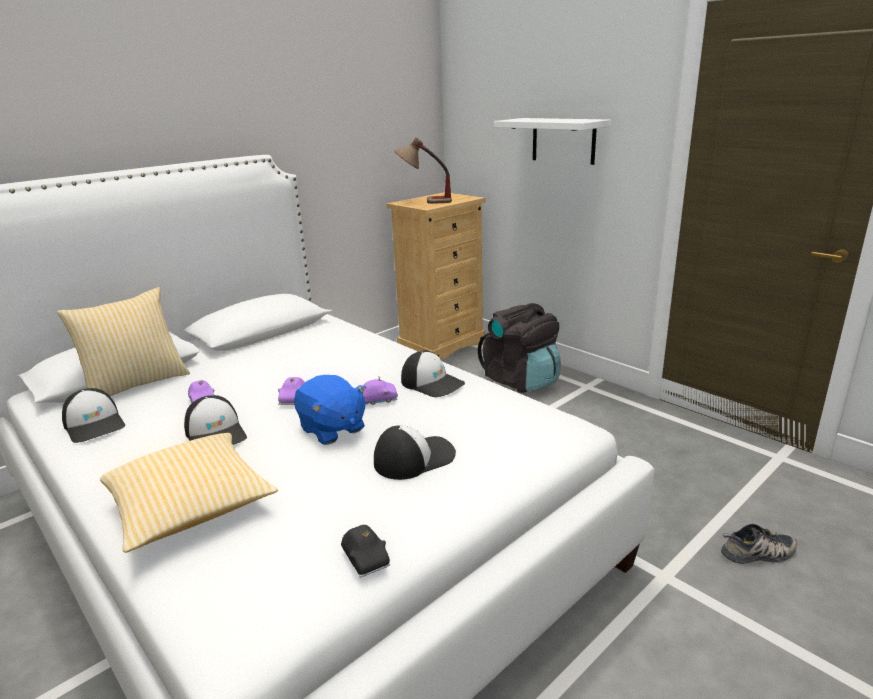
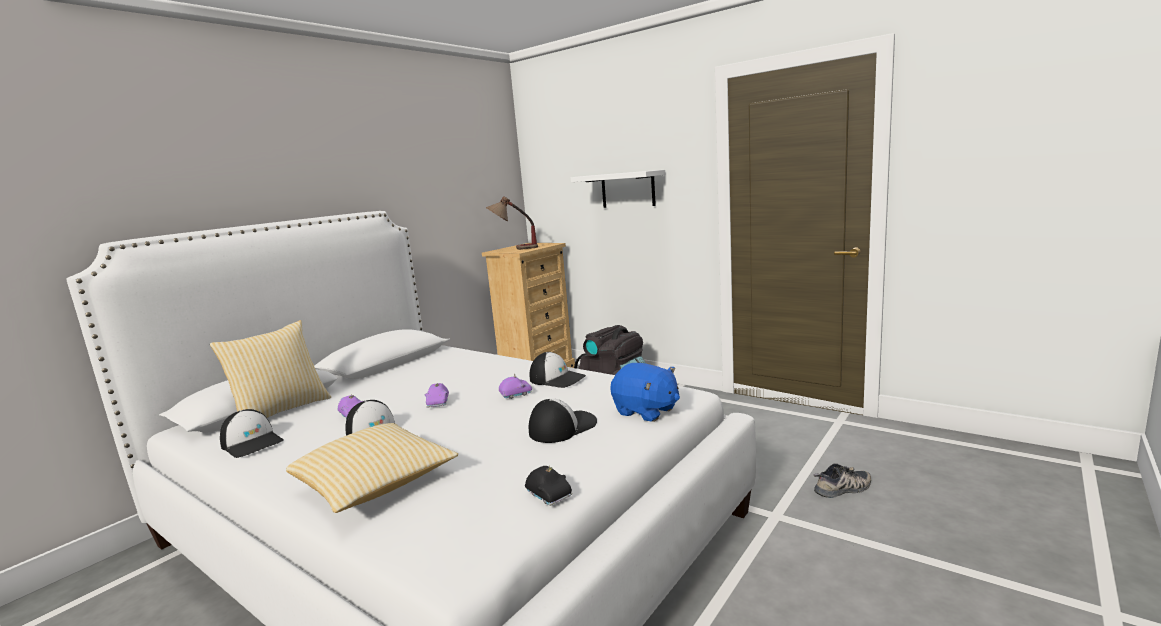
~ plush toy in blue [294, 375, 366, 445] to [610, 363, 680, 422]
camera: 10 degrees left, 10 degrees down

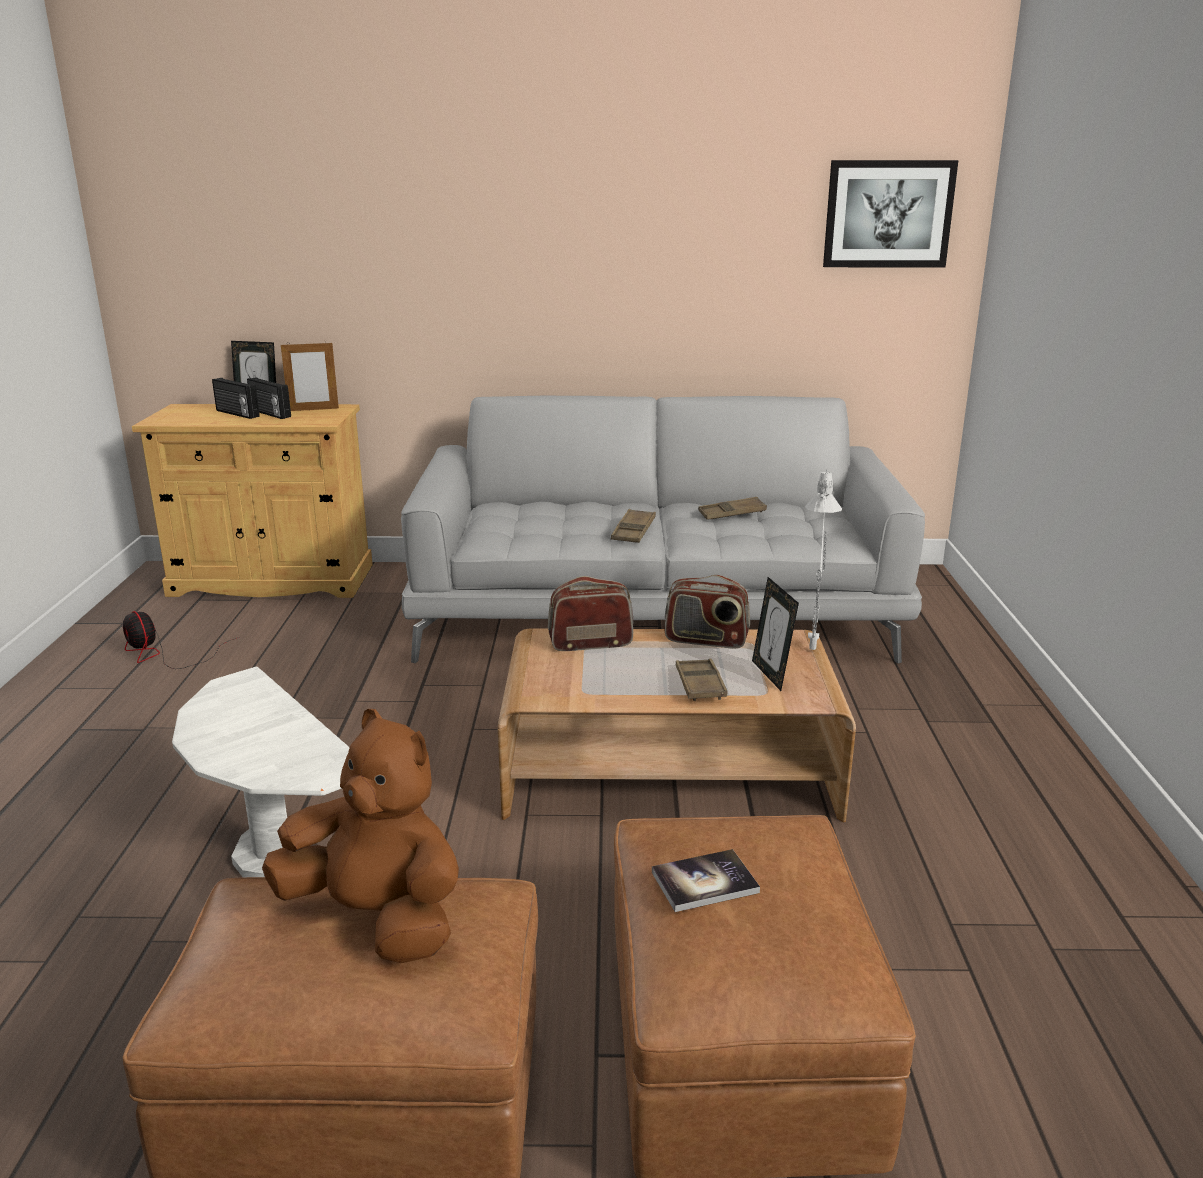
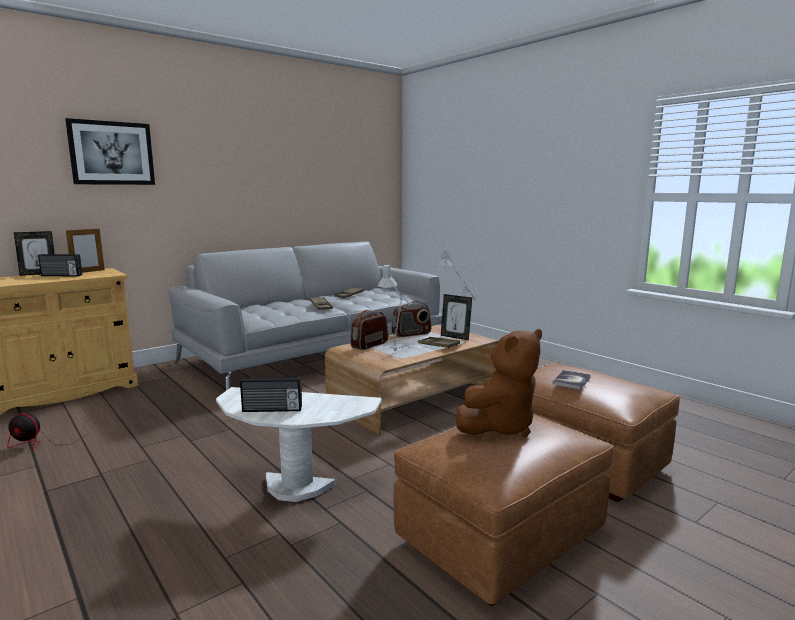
~ radio set [212, 378, 260, 419] to [240, 377, 302, 412]
~ plush toy in brown [262, 709, 459, 963] = [456, 329, 542, 437] 150 degrees clockwise
~ picture [823, 160, 958, 267] to [65, 118, 155, 185]
+ table lamp in gray [378, 264, 409, 351]
camera: 40 degrees left, 10 degrees down

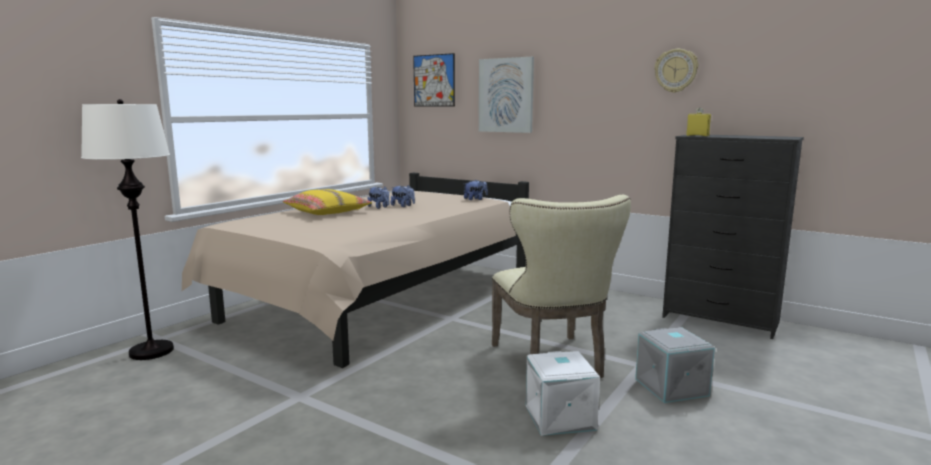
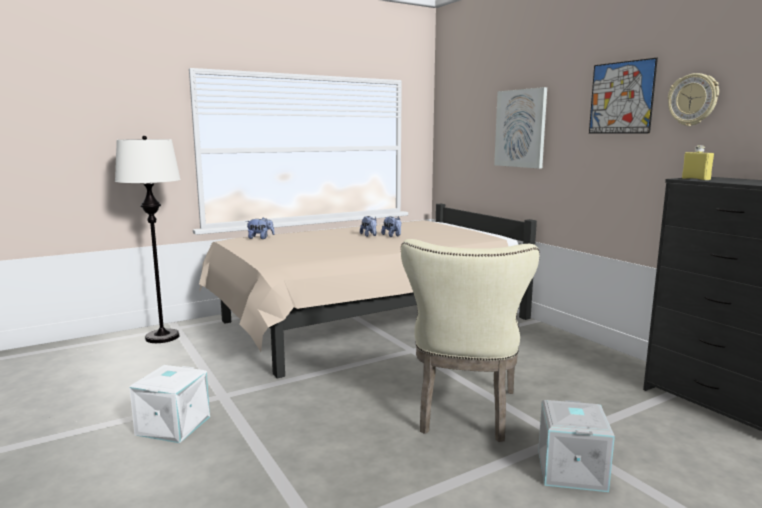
- cushion in yellow-coloured [283, 189, 372, 215]
~ picture [413, 53, 455, 106] to [589, 58, 658, 133]
~ plush toy [464, 179, 488, 200] to [246, 217, 275, 239]
~ storage bin in whitish [526, 351, 600, 436] to [129, 365, 210, 443]
camera: 25 degrees right, 0 degrees up

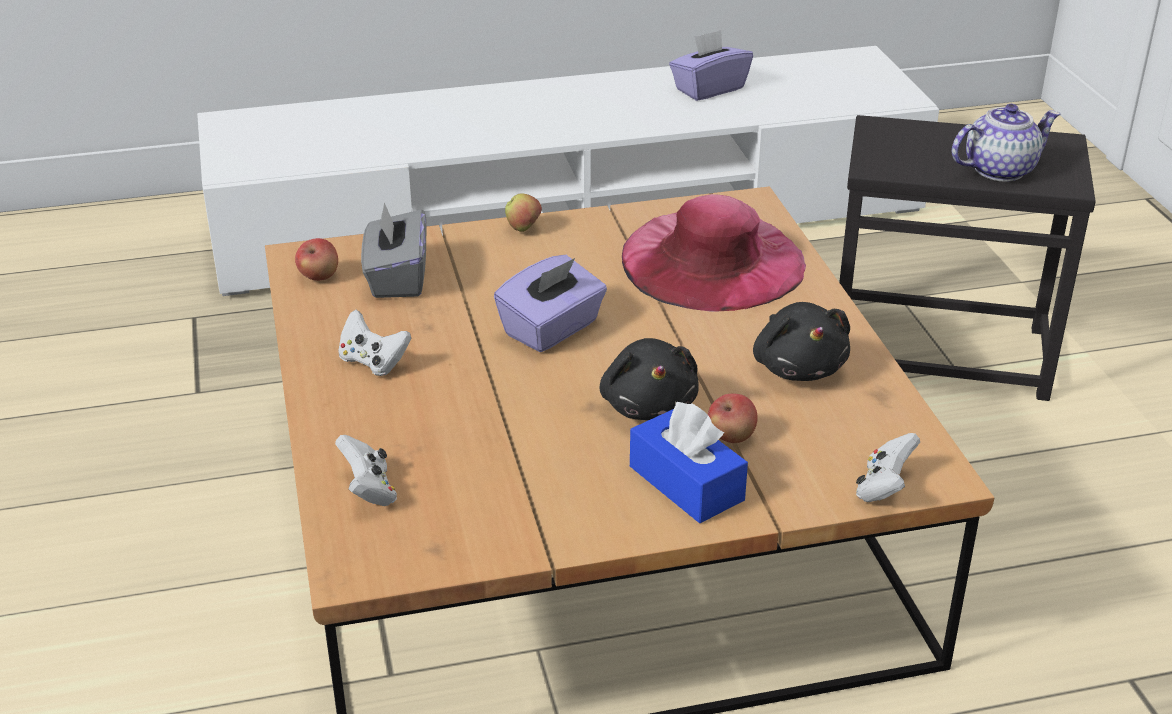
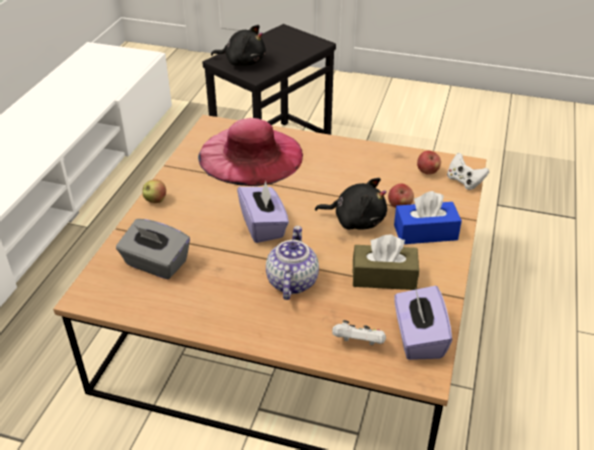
~ apple fruit [295, 238, 338, 281] to [417, 150, 441, 175]
- gamepad in whitish [338, 310, 411, 376]
~ box of tissues in purplish [669, 30, 753, 101] to [394, 286, 452, 360]
~ plush toy in black-coloured [753, 302, 850, 381] to [211, 25, 266, 66]
~ pot for tea [952, 104, 1060, 182] to [266, 226, 319, 300]
+ box of tissues in brown [353, 235, 419, 290]
camera: 60 degrees left, 5 degrees up

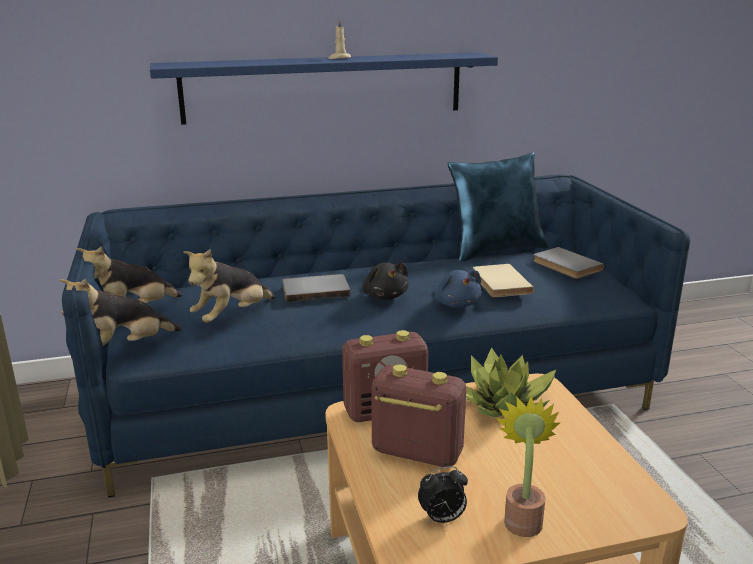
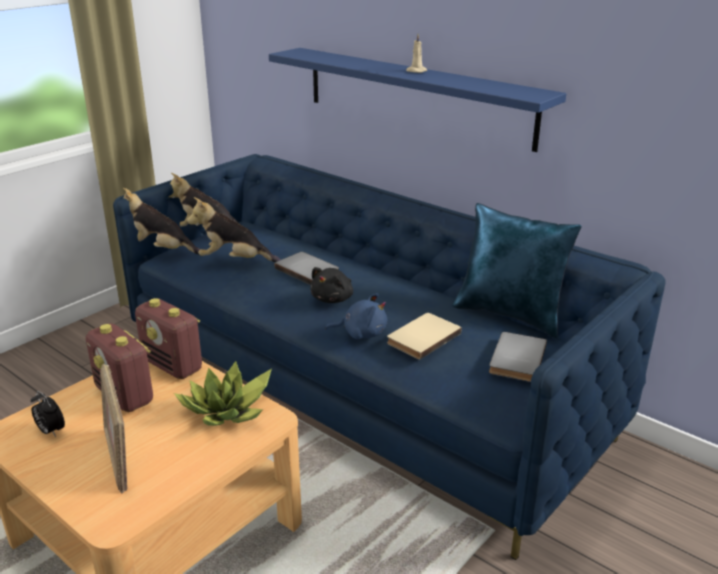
~ radio set [371, 365, 466, 467] = [86, 323, 153, 412] 150 degrees clockwise
~ plush toy in blue [434, 270, 482, 308] = [325, 293, 387, 339] 120 degrees counterclockwise
- potted plant [496, 397, 560, 537]
+ standing frame [100, 364, 127, 494]
camera: 55 degrees right, 5 degrees up

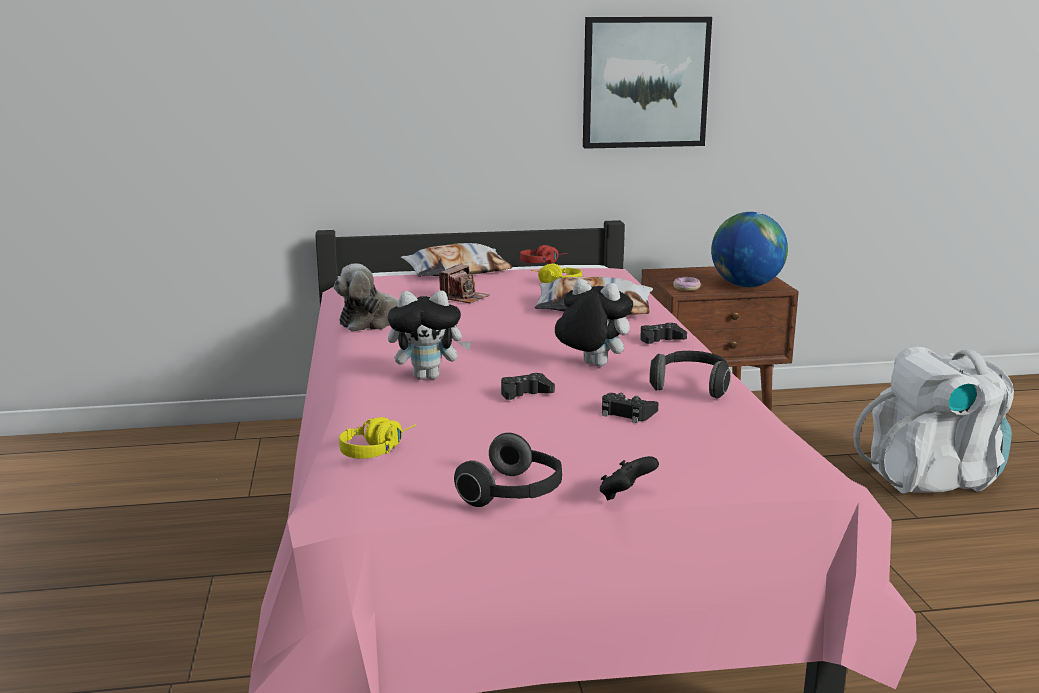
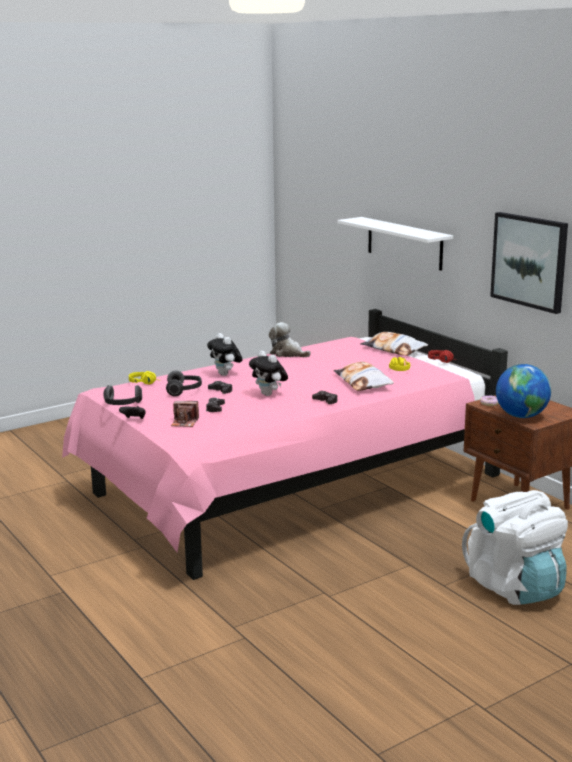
~ still camera [439, 264, 489, 304] to [171, 401, 199, 427]
~ plush toy [555, 279, 633, 366] = [249, 350, 288, 396] 135 degrees clockwise
~ headphones [649, 351, 731, 399] to [166, 371, 202, 396]
+ bracket shelf in whitish [337, 217, 453, 271]
camera: 65 degrees right, 0 degrees up

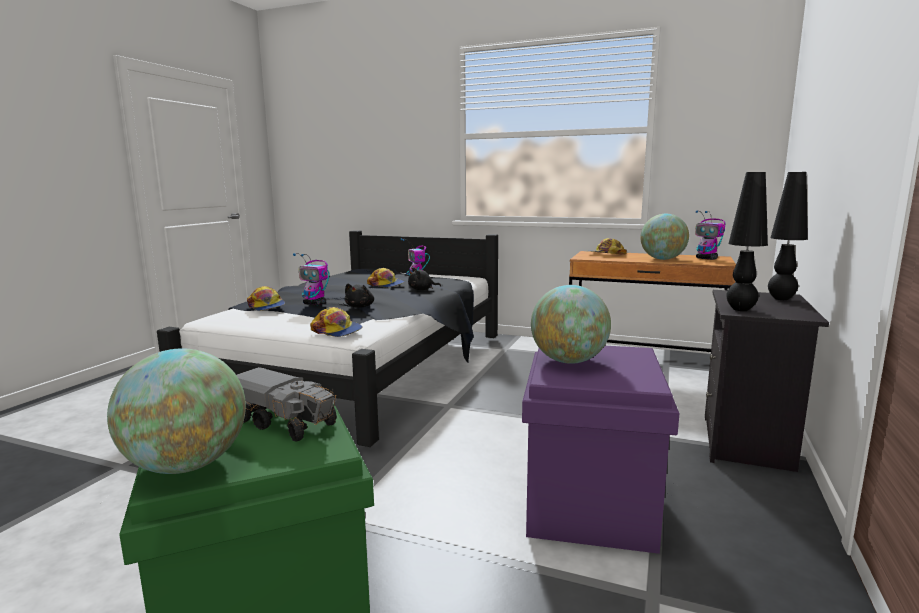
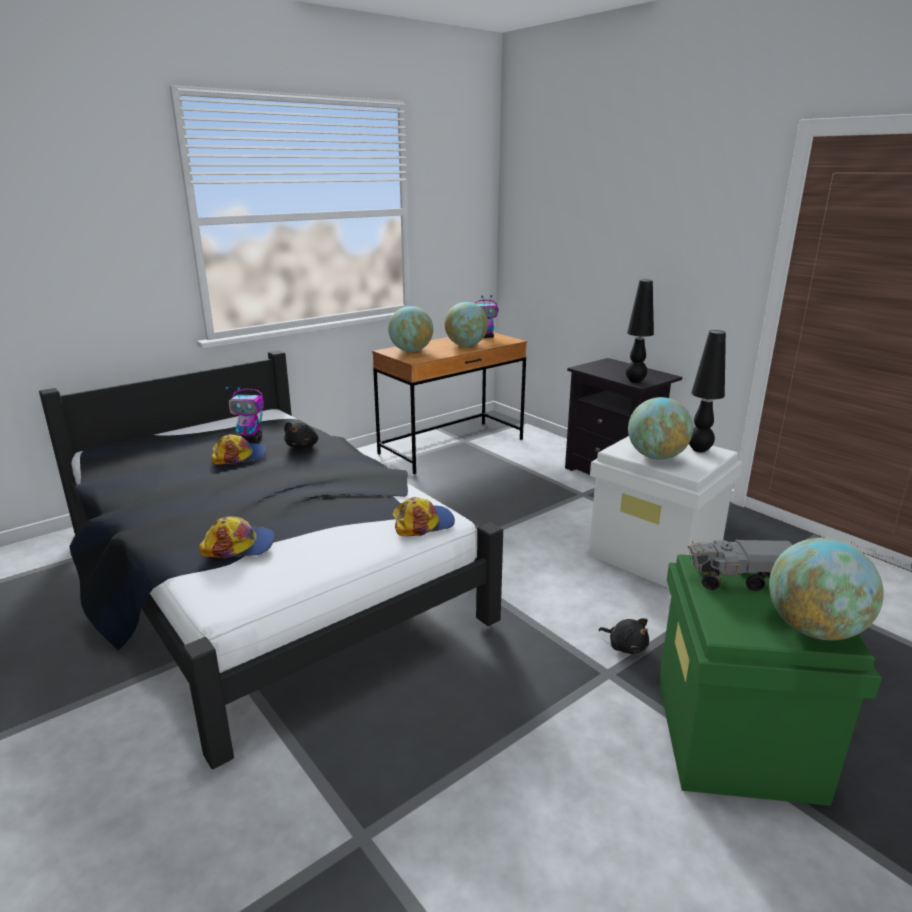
~ model truck [236, 367, 337, 442] = [688, 539, 792, 591] 150 degrees counterclockwise
- robot figure [293, 253, 329, 305]
~ plush toy in black-coloured [345, 284, 374, 308] to [599, 618, 649, 654]
~ storage bin in purplish [522, 346, 679, 554] to storage bin in whitish [589, 436, 743, 588]
~ cap [587, 238, 627, 255] to globe [388, 306, 433, 352]
~ table lamp in black-coloured [768, 172, 808, 300] to [689, 330, 726, 452]
camera: 60 degrees left, 10 degrees up

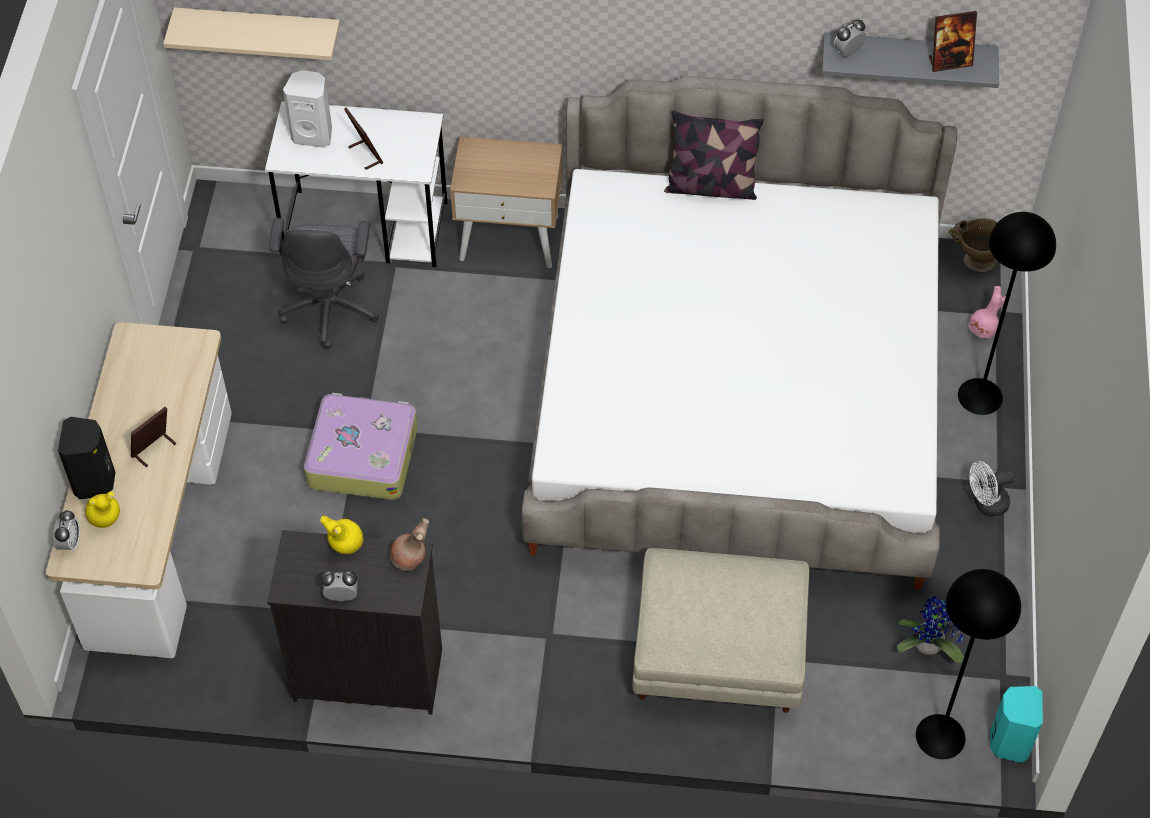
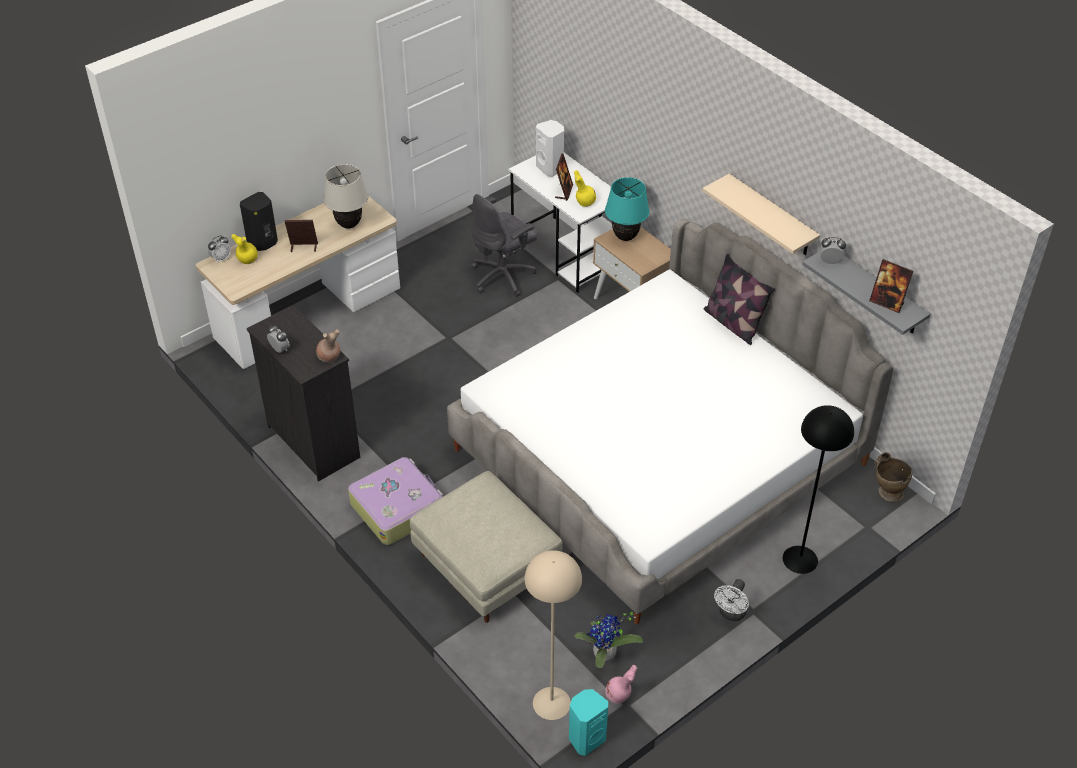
~ bracket shelf in beige-coloured [163, 8, 340, 60] to [702, 174, 820, 255]
~ suitcase [304, 393, 417, 500] to [348, 457, 443, 545]
~ flower vase in yellow-coloured [320, 516, 363, 554] to [574, 170, 596, 207]
~ floor lamp in black-coloured [916, 569, 1021, 759] to floor lamp in beige-coloured [525, 550, 582, 720]
~ flower vase in pinkish [968, 286, 1006, 339] to [605, 665, 638, 703]
~ cooling fan in whitish [970, 461, 1015, 517] = [714, 579, 749, 621] 90 degrees counterclockwise
+ table lamp in beige-coloured [323, 164, 368, 229]
+ table lamp in blue-green [605, 177, 649, 241]
camera: 45 degrees right, 10 degrees down

